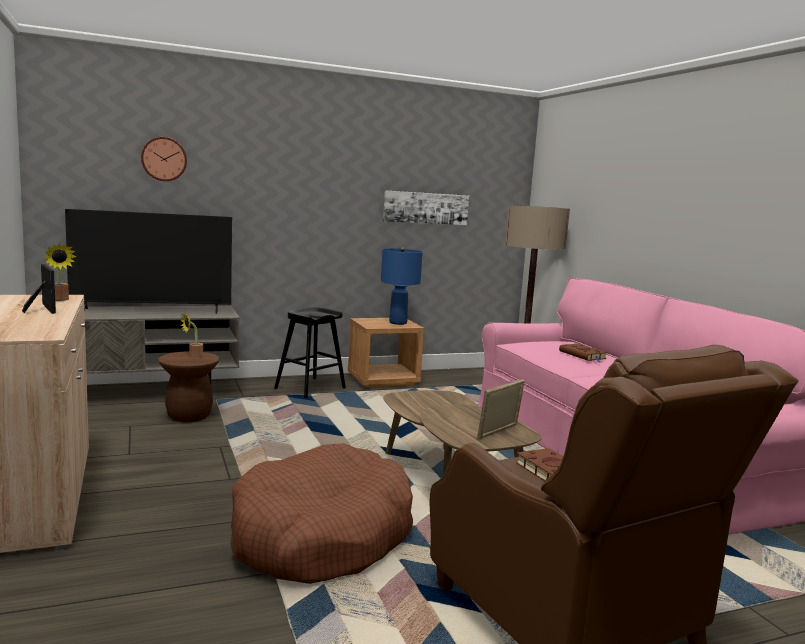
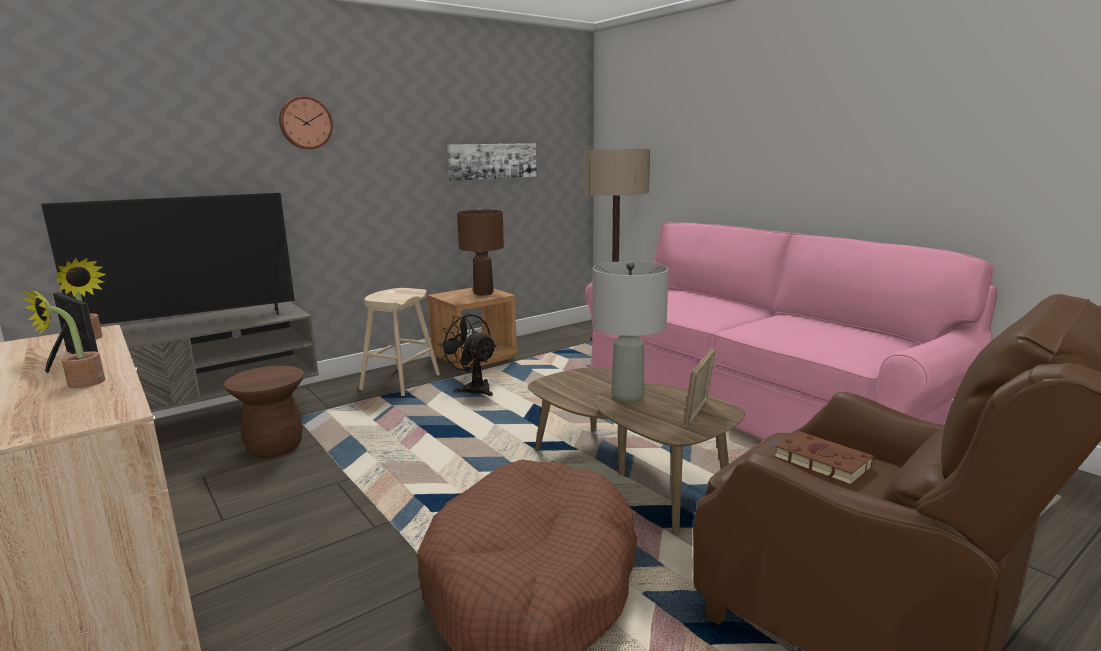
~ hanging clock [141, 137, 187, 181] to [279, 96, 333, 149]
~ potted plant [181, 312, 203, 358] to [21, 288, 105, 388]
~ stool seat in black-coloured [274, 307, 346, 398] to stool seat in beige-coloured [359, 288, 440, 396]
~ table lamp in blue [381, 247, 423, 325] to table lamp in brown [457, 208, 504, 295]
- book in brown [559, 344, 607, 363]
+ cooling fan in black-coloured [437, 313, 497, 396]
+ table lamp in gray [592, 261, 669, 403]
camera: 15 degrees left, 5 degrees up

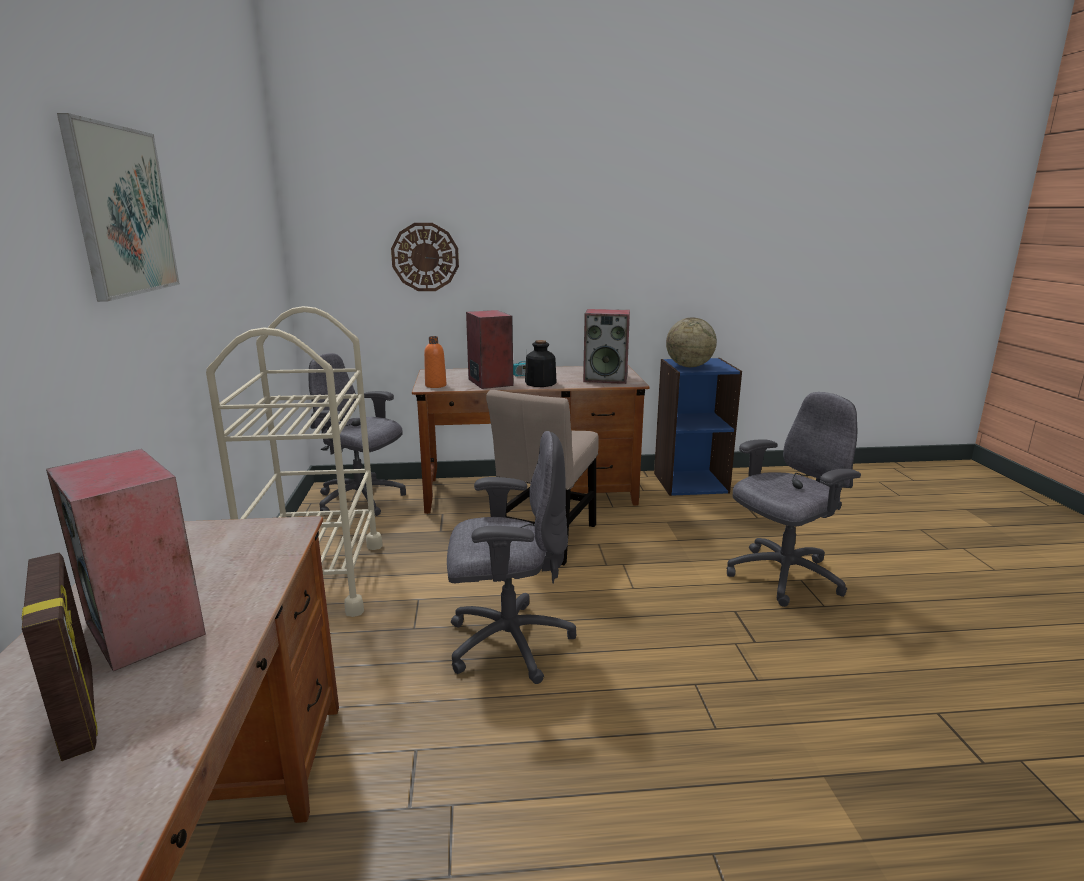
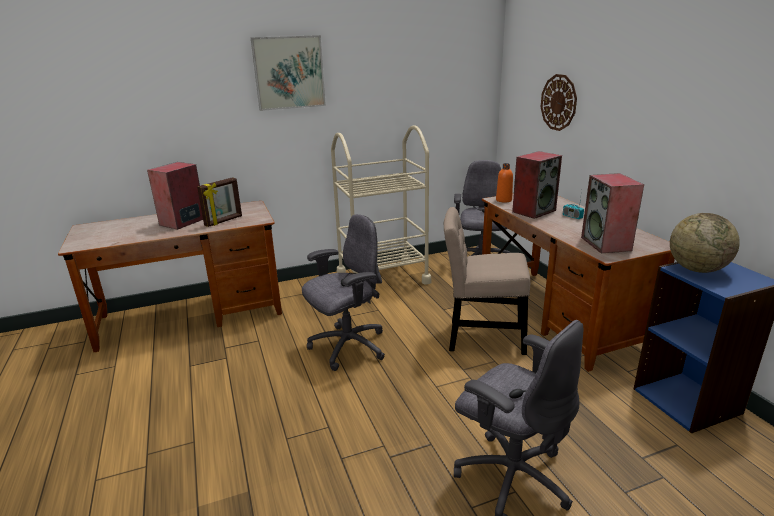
~ standing frame [22, 553, 98, 761] to [197, 177, 242, 227]
~ computer chair in gray [447, 431, 576, 684] = [302, 214, 385, 371] 105 degrees counterclockwise
- bottle [525, 340, 557, 387]
camera: 75 degrees right, 5 degrees up

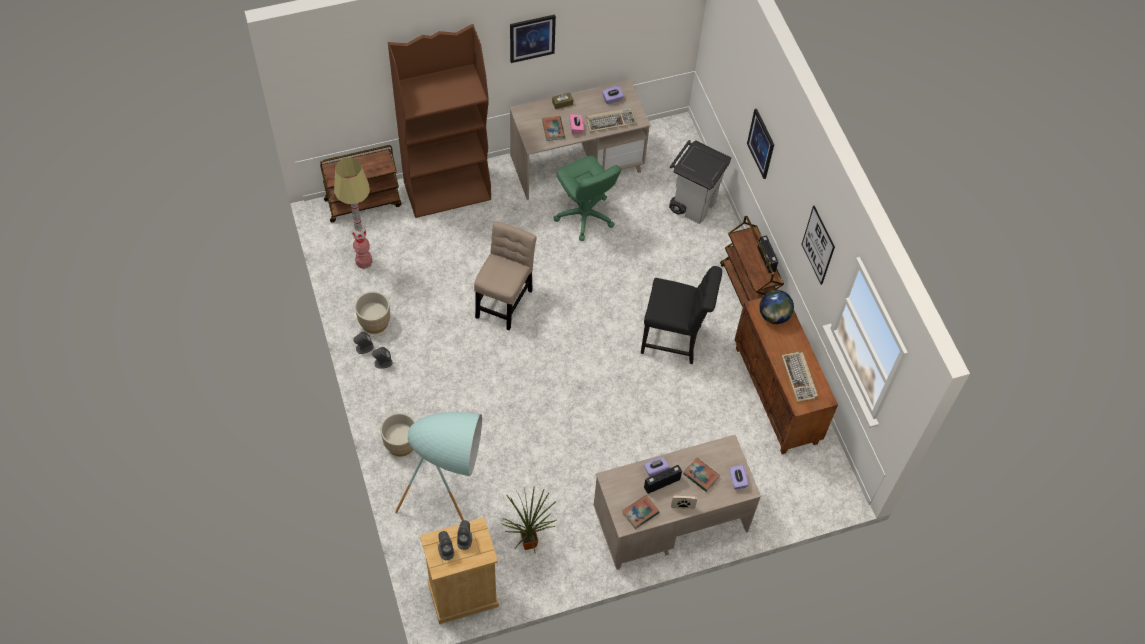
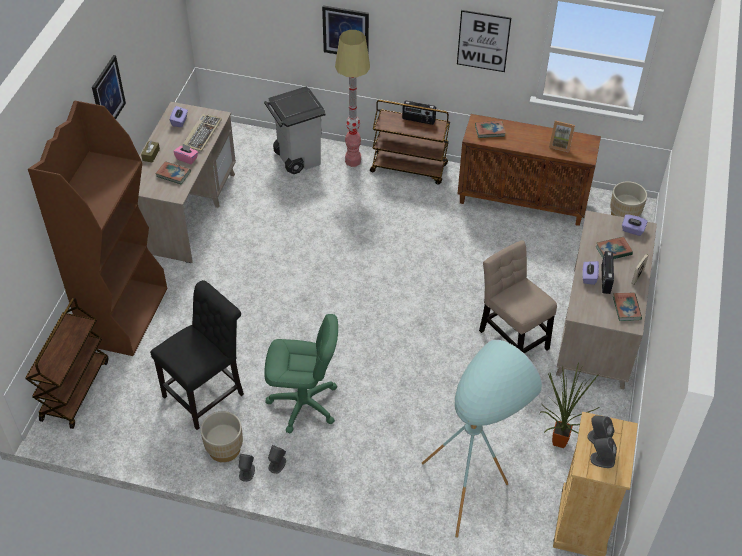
~ floor lamp [334, 158, 373, 269] to [335, 30, 370, 167]
~ plant pot in beige-coloured [381, 413, 415, 457] to [610, 181, 647, 217]
~ plain chair in beige-coloured [474, 222, 537, 331] to [479, 240, 557, 353]
~ computer chair in green [553, 156, 621, 241] to [264, 314, 338, 433]
~ plain chair in black-coloured [641, 266, 722, 364] to [150, 280, 244, 430]
~ globe [759, 290, 794, 324] to book [475, 121, 506, 138]
~ computer keyboard [782, 352, 818, 402] to standing frame [549, 121, 575, 152]
camera: 55 degrees left, 10 degrees down

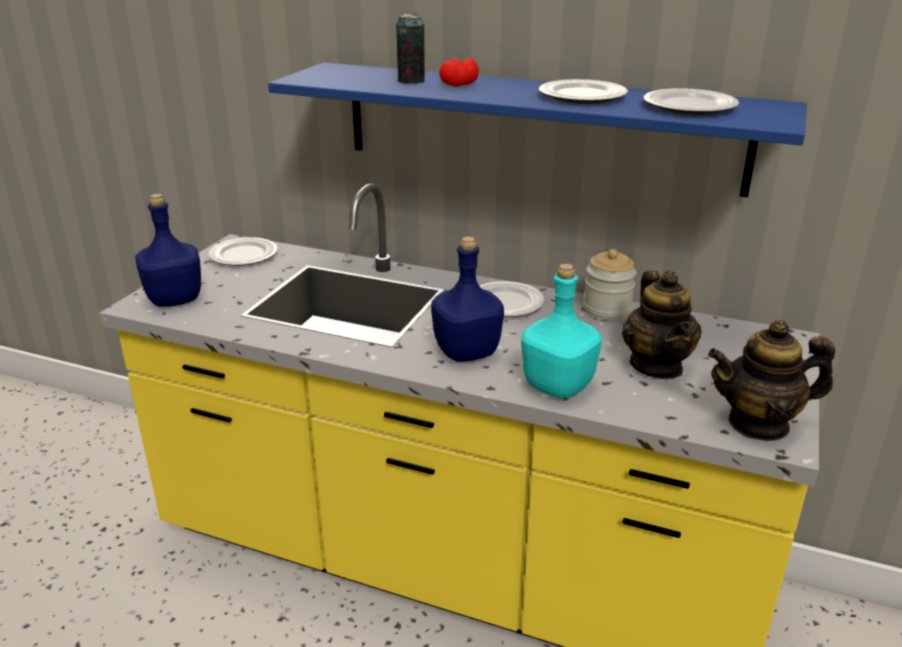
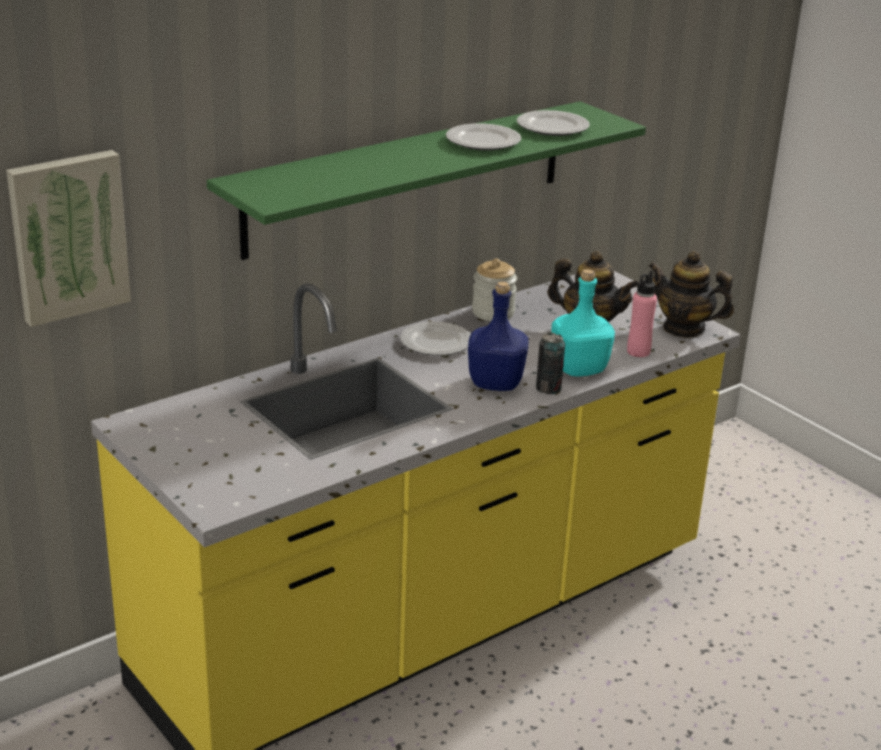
- bottle in blue [135, 194, 201, 307]
- flat dish [208, 237, 278, 266]
~ bracket shelf in blue [268, 62, 807, 197] to bracket shelf in green [207, 101, 646, 260]
~ can [396, 14, 425, 84] to [536, 333, 565, 394]
- whole tomato [439, 58, 479, 87]
~ pot for tea [708, 320, 835, 441] = [648, 251, 734, 338] 90 degrees clockwise
+ picture [6, 150, 131, 327]
+ bottle in pinkish [627, 271, 657, 357]
camera: 60 degrees left, 0 degrees up

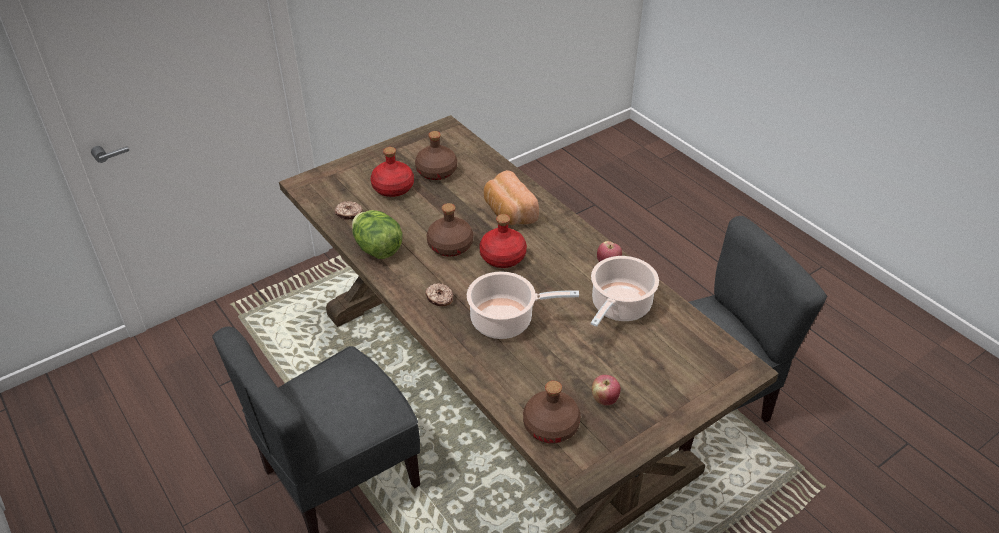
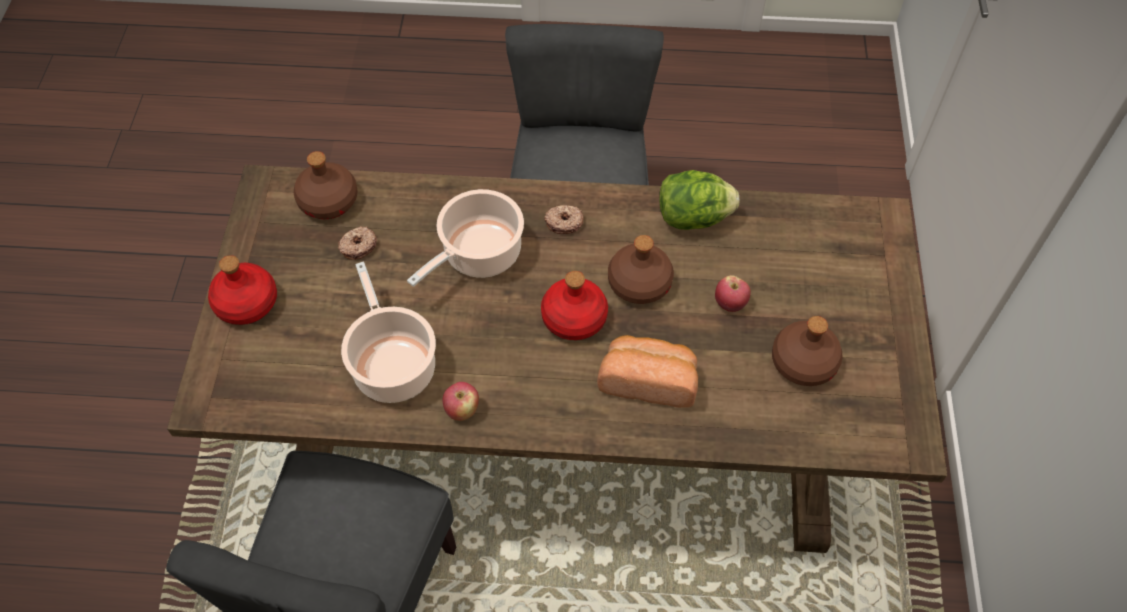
~ donut [335, 201, 363, 220] to [338, 226, 377, 260]
~ bottle in red-coloured [371, 147, 414, 197] to [208, 255, 277, 325]
~ apple fruit [592, 375, 621, 406] to [715, 275, 751, 312]
camera: 130 degrees right, 15 degrees up

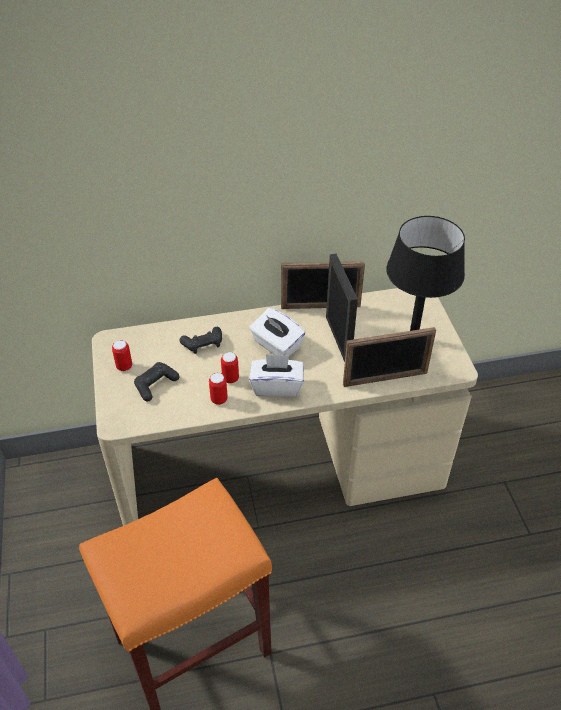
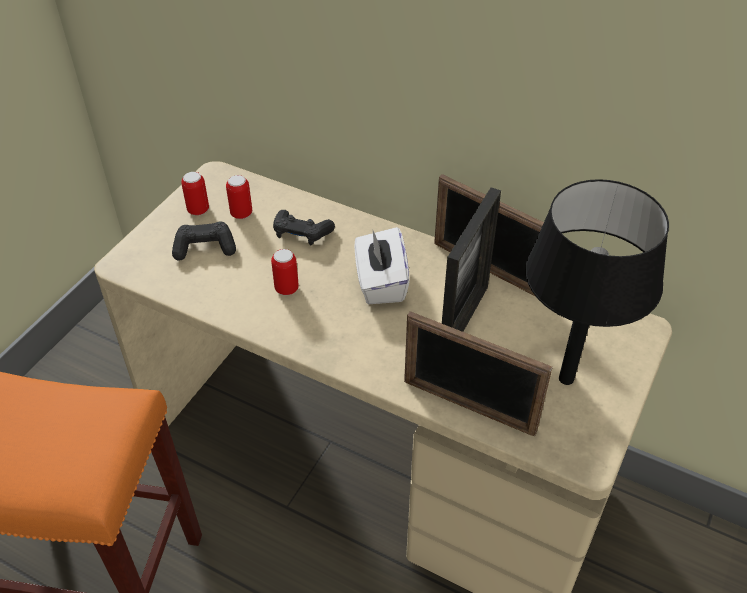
~ can [209, 373, 228, 405] to [226, 175, 252, 219]
- box of tissues in whitish [249, 354, 304, 397]
camera: 40 degrees right, 0 degrees up

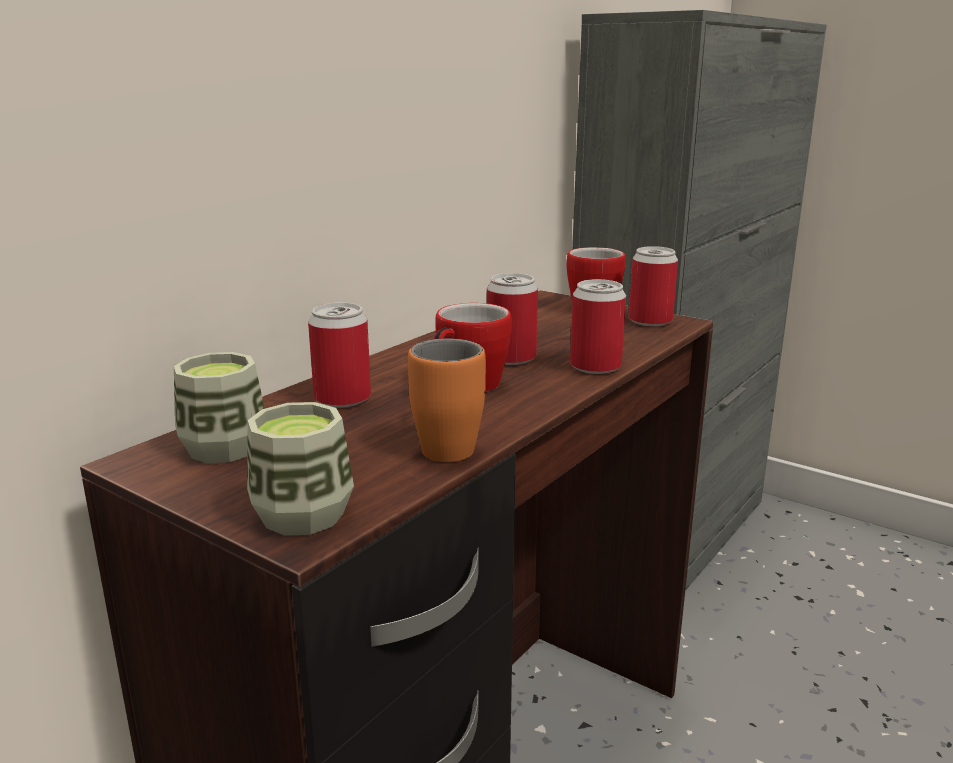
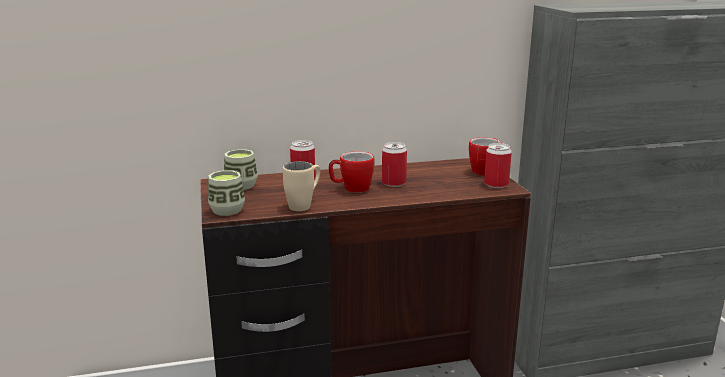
~ tea mug in orange-coloured [408, 338, 486, 462] to tea mug in beige-coloured [283, 161, 320, 211]
- can [570, 279, 626, 374]
camera: 40 degrees right, 0 degrees up

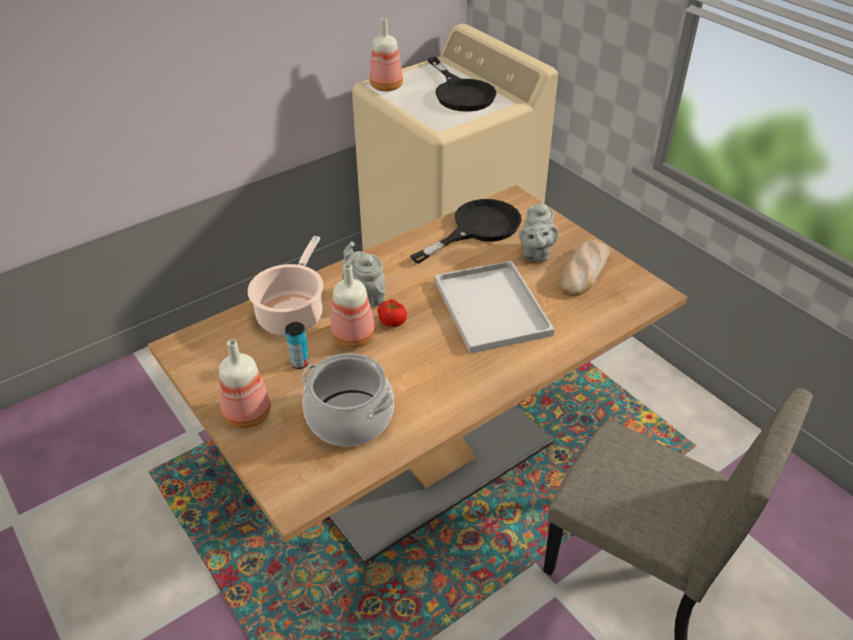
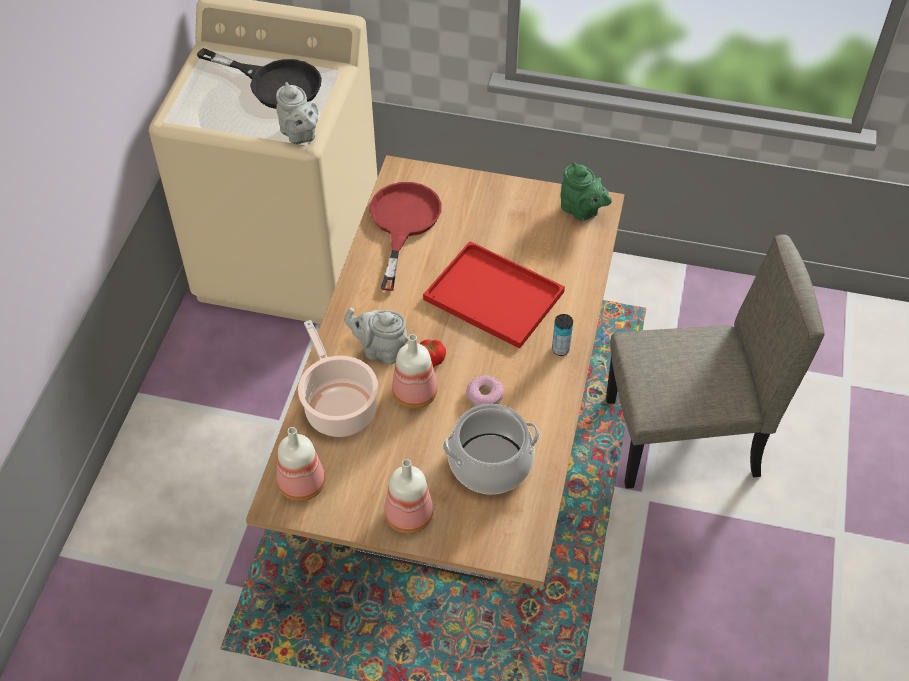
~ can [285, 322, 309, 369] to [552, 314, 573, 356]
~ bottle [370, 18, 403, 91] to [277, 427, 325, 501]
~ skillet in black-coloured [410, 199, 522, 264] to skillet in red-coloured [370, 182, 442, 291]
~ serving tray in whitish [435, 260, 554, 354] to serving tray in red-coloured [423, 241, 565, 349]
~ pot for tea in gray [519, 200, 558, 262] to [276, 82, 318, 145]
- bakery bread [559, 240, 610, 296]
+ donut [466, 375, 504, 407]
+ pot for tea in green [560, 162, 612, 221]
camera: 40 degrees left, 10 degrees up

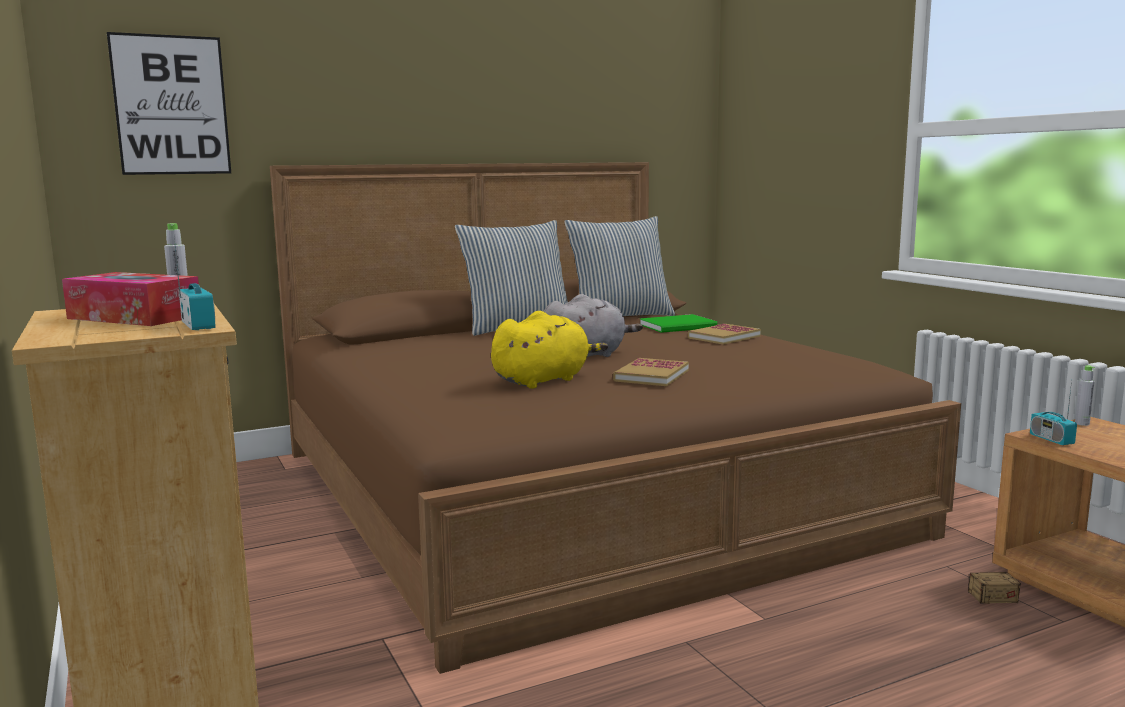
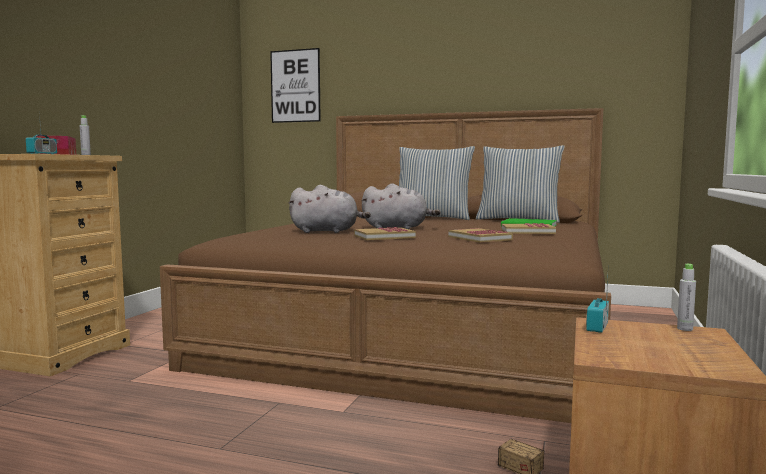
~ plush toy in yellow-coloured [491, 311, 608, 389] to plush toy in gray [288, 185, 371, 233]
+ book [449, 228, 513, 243]
camera: 45 degrees right, 5 degrees down

